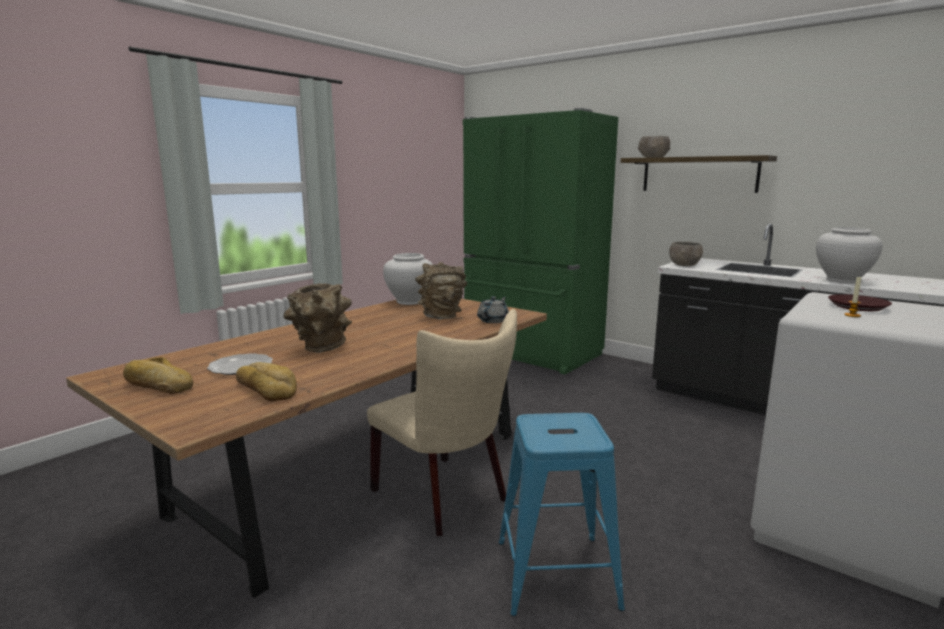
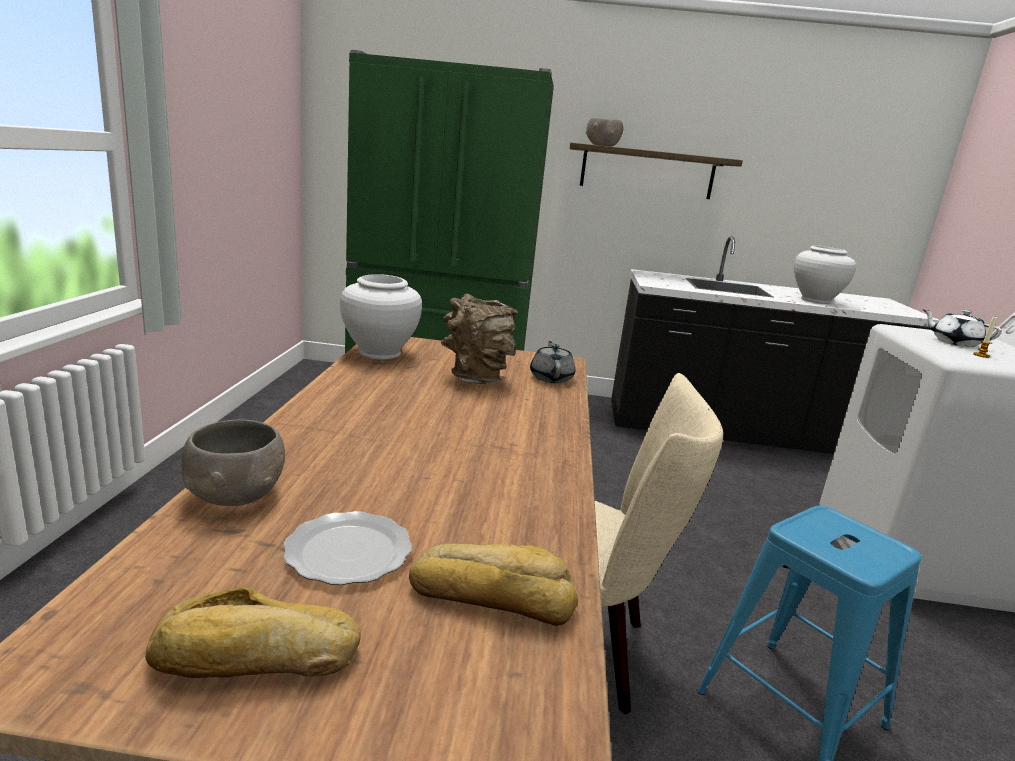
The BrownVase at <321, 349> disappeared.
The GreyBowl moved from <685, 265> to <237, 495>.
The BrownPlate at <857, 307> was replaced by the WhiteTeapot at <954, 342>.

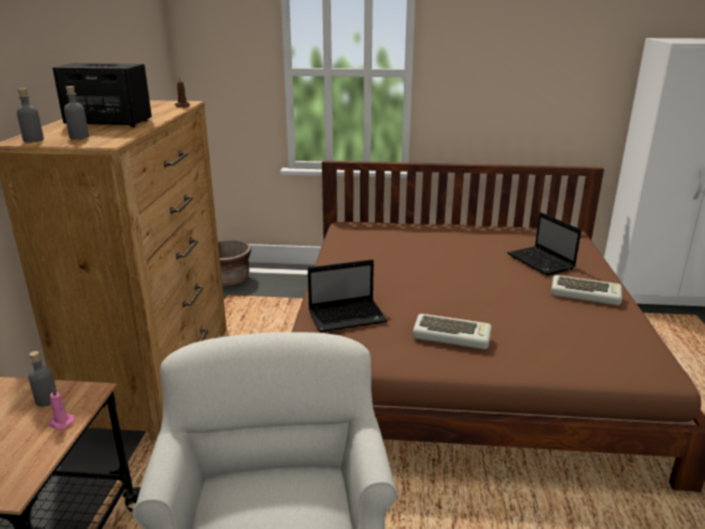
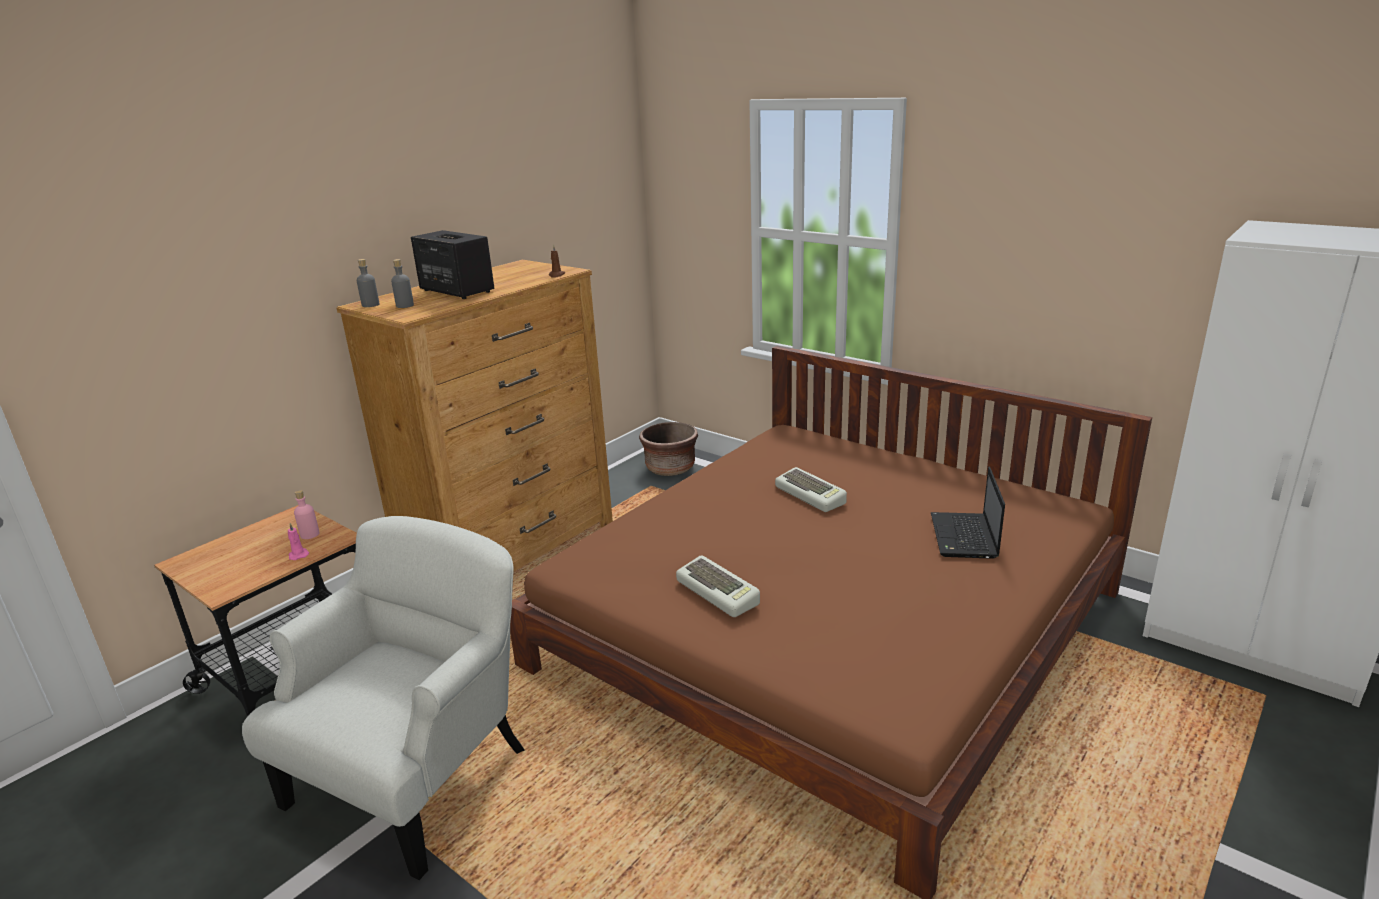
The Laptop at <348, 317> disappeared.
The Keyboard moved from <585, 295> to <812, 495>.
The GreyBottle at <46, 400> became the PinkBottle at <310, 534>.

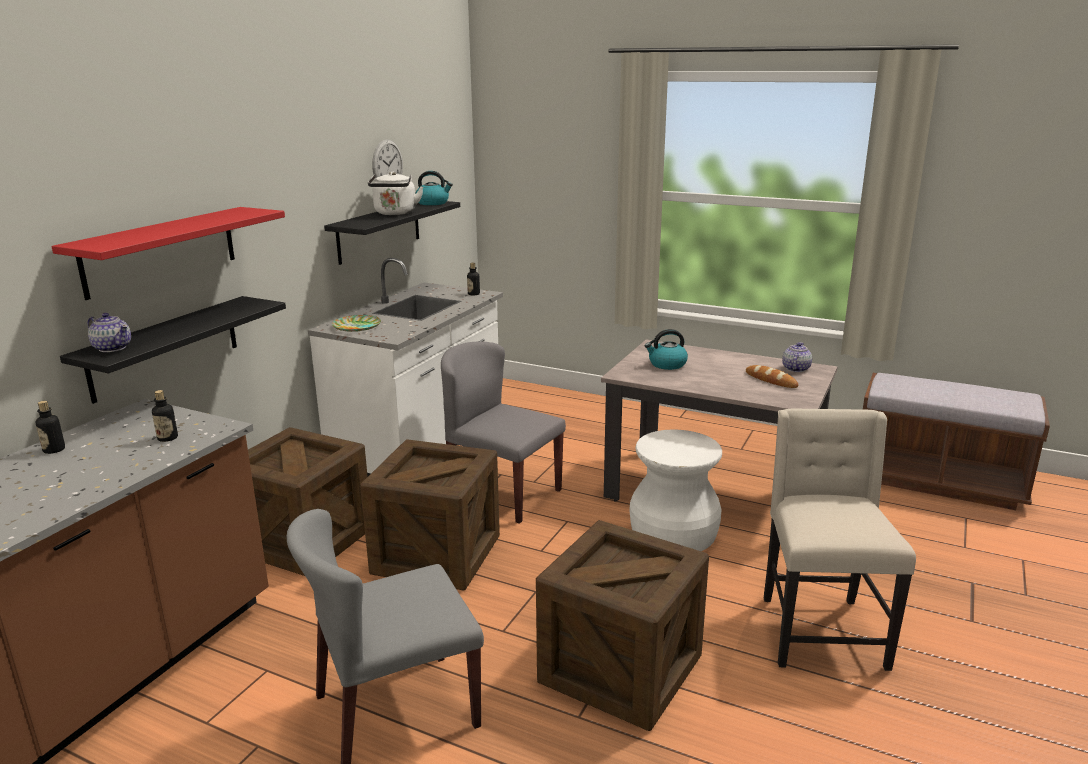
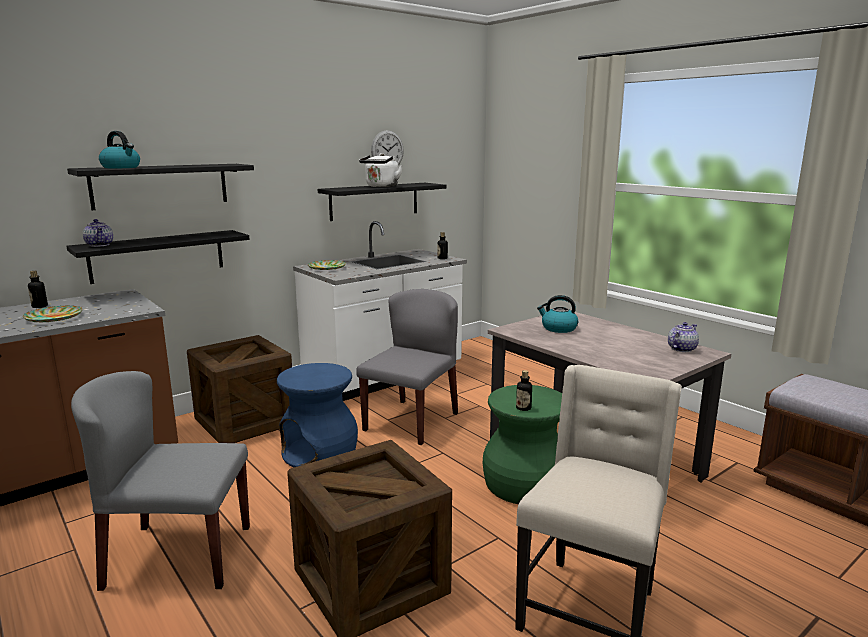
The Bread at <771, 380> disappeared.
The Plate at <54, 318> appeared.
The Bottle moved from <167, 438> to <523, 408>.
The Kettle moved from <433, 203> to <121, 167>.
The Crate at <436, 555> was replaced by the BlueStool at <320, 453>.
The RedShelf at <161, 251> became the BlackShelf at <160, 185>.
The WhiteStool at <672, 534> became the GreenStool at <523, 484>.
The GreyChair at <501, 494> turned 60 degrees clockwise.

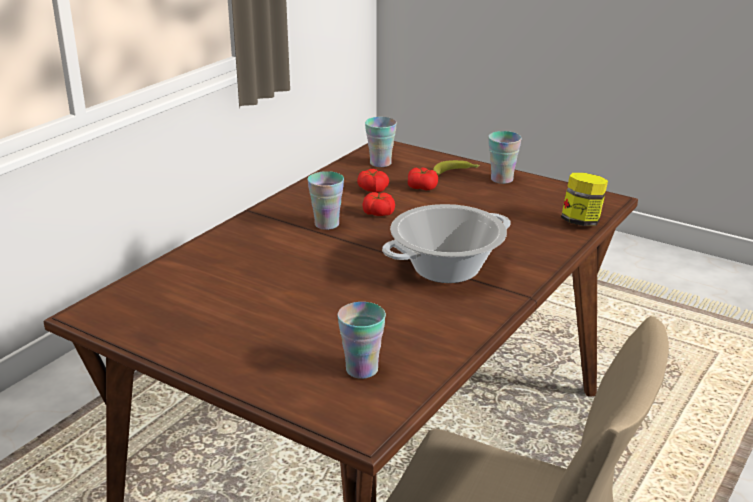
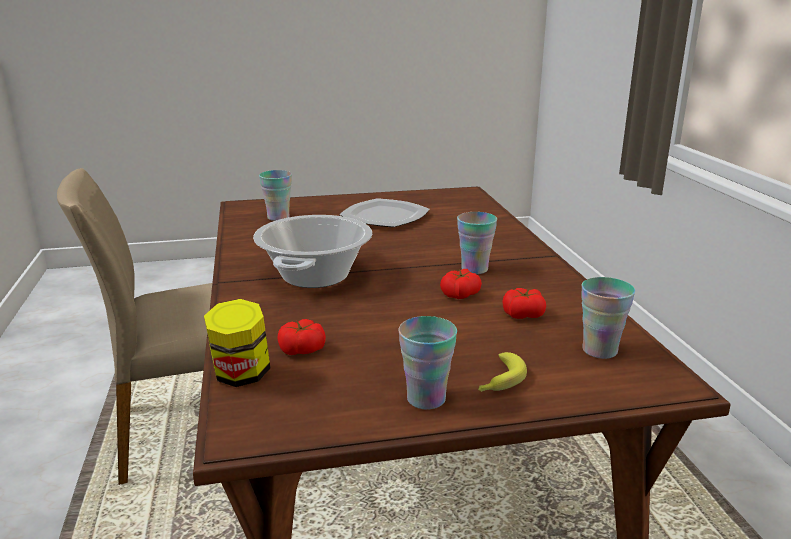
The Plate at <386, 216> appeared.
The Tomato moved from <422, 187> to <302, 349>.

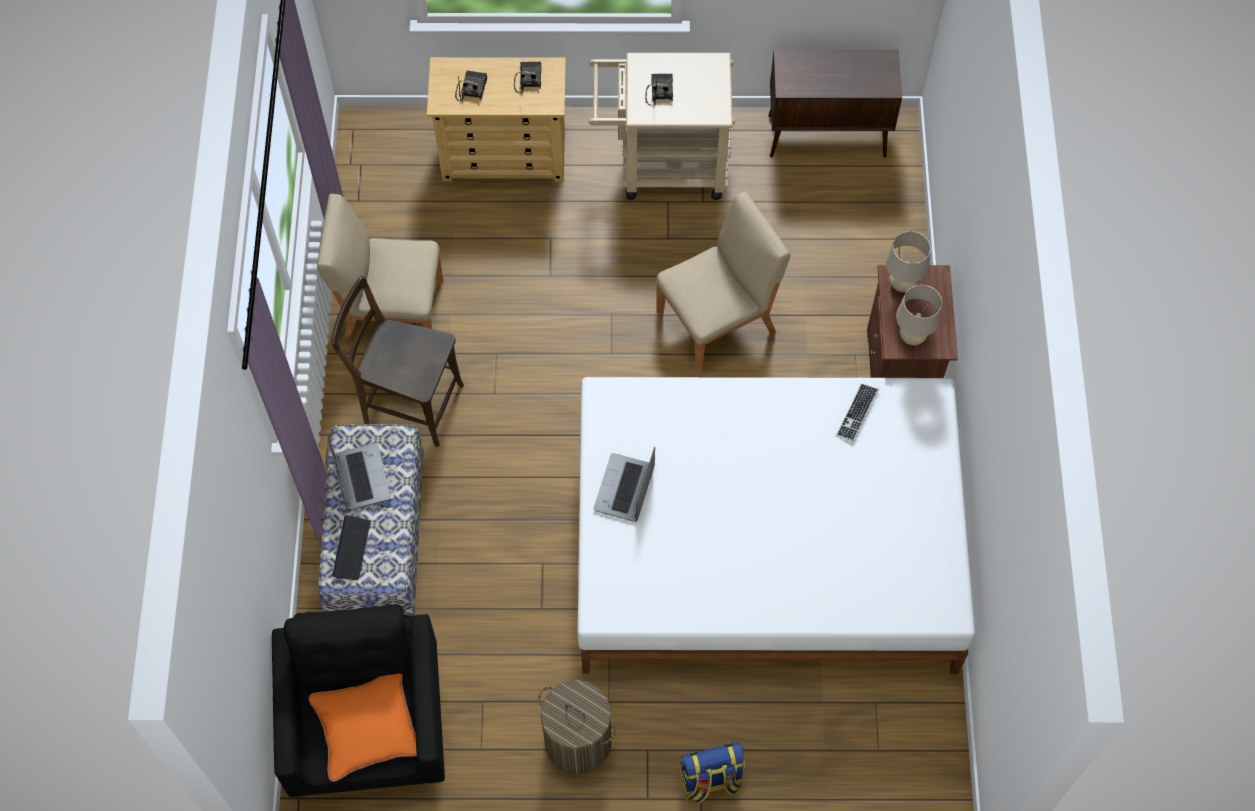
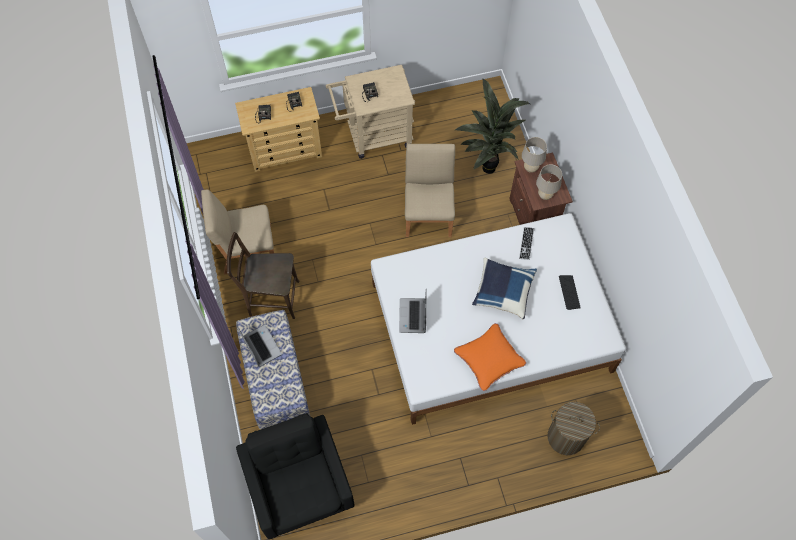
The Backpack at <709, 781> disappeared.
The BrownCabinet at <828, 136> disappeared.
The PottedPlant at <487, 165> appeared.
The BluePillow at <502, 292> appeared.
The OrangePillow moved from <367, 727> to <489, 359>.
The Keyboard moved from <351, 548> to <569, 292>.
The LaundryBasket moved from <578, 742> to <566, 437>.
The BeigeChair at <718, 322> turned 45 degrees counterclockwise.

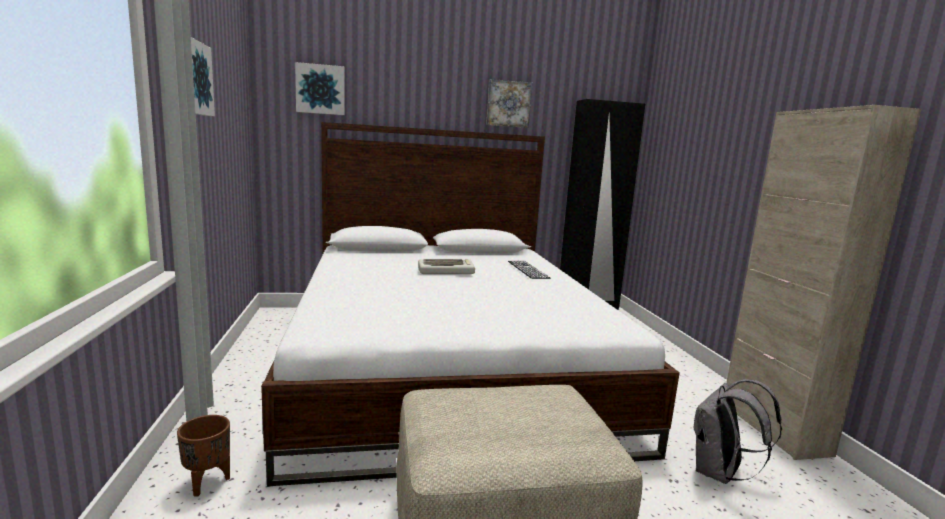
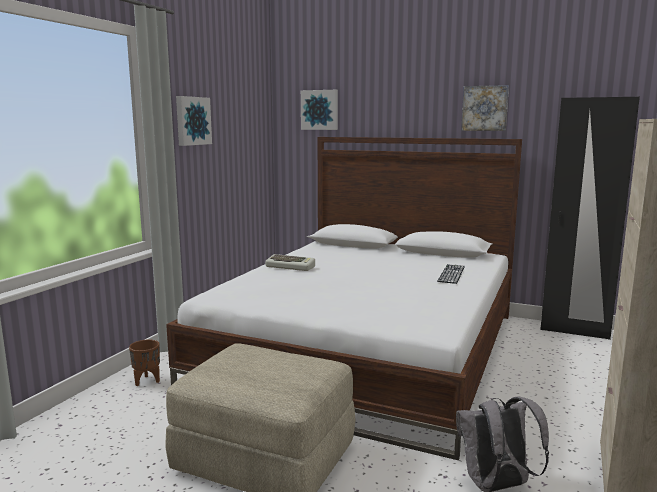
The Keyboard moved from <446, 271> to <291, 266>.

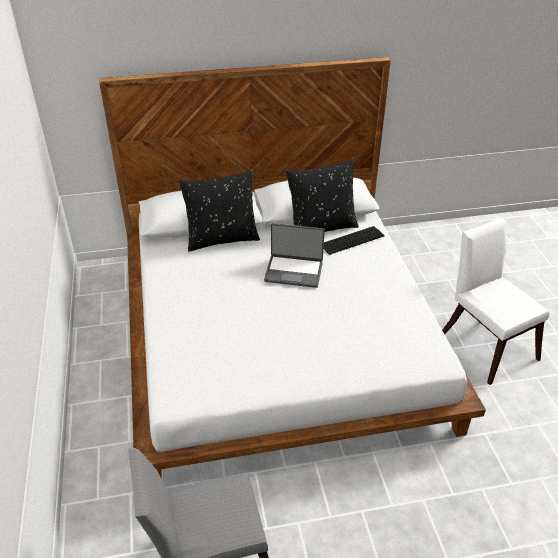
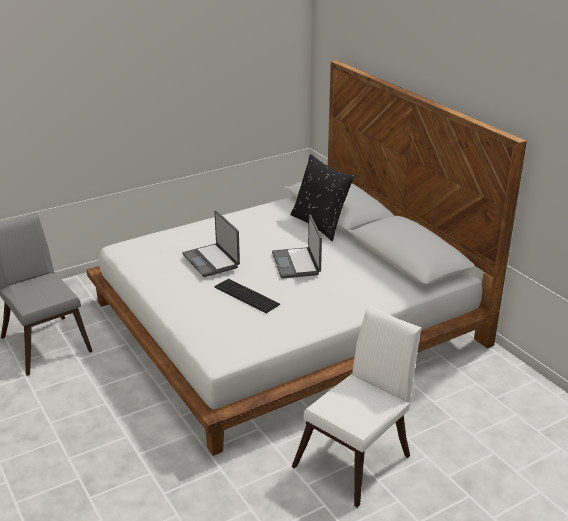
The BlackPillow at <321, 227> disappeared.
The Laptop at <212, 261> appeared.
The Keyboard moved from <352, 240> to <246, 295>.

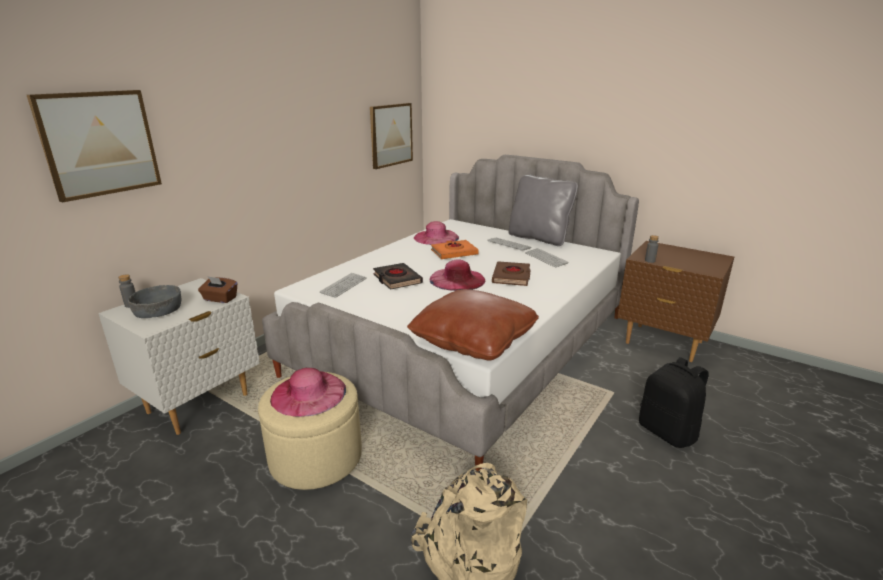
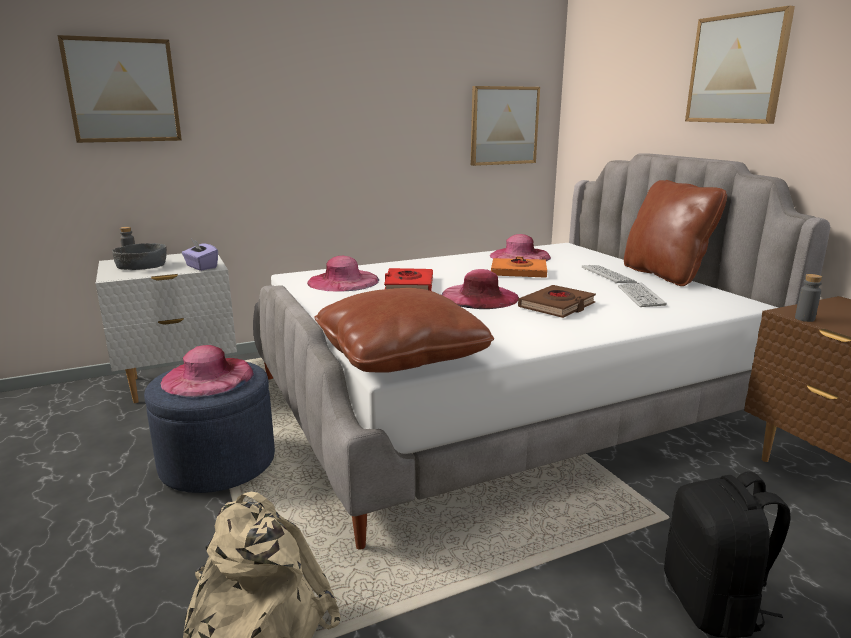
The Picture at <737, 69> appeared.
The Keyboard at <344, 286> was replaced by the PinkHat at <343, 281>.
The BrownTissueBox at <220, 299> became the PurpleTissueBox at <201, 267>.
The BeigeOttoman at <316, 457> became the BlueOttoman at <218, 463>.
The BlackBook at <397, 279> became the RedBook at <408, 285>.
The GreyPillow at <539, 238> became the BrownPillow at <665, 275>.

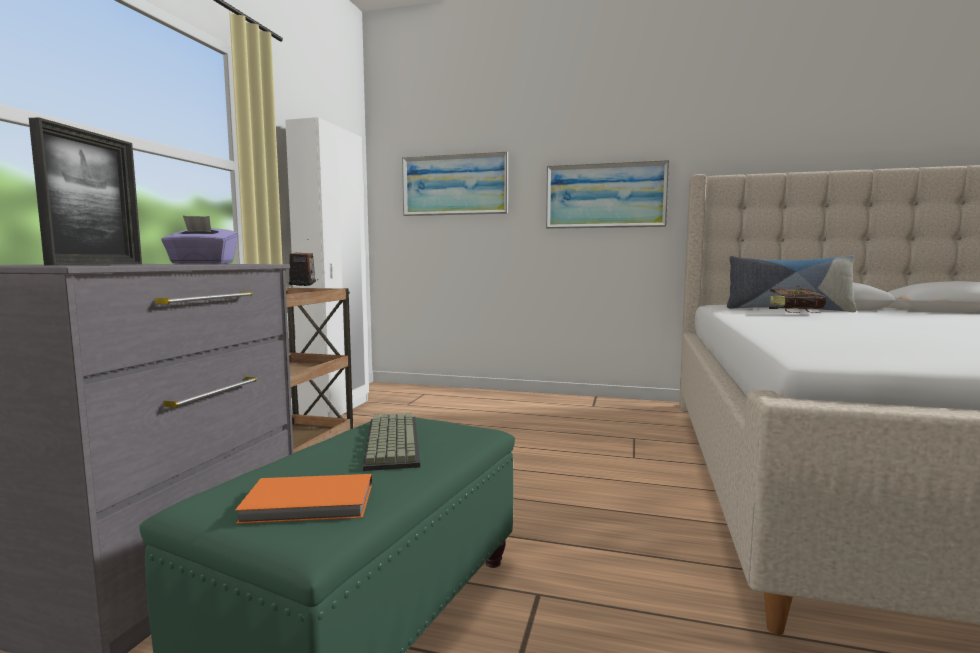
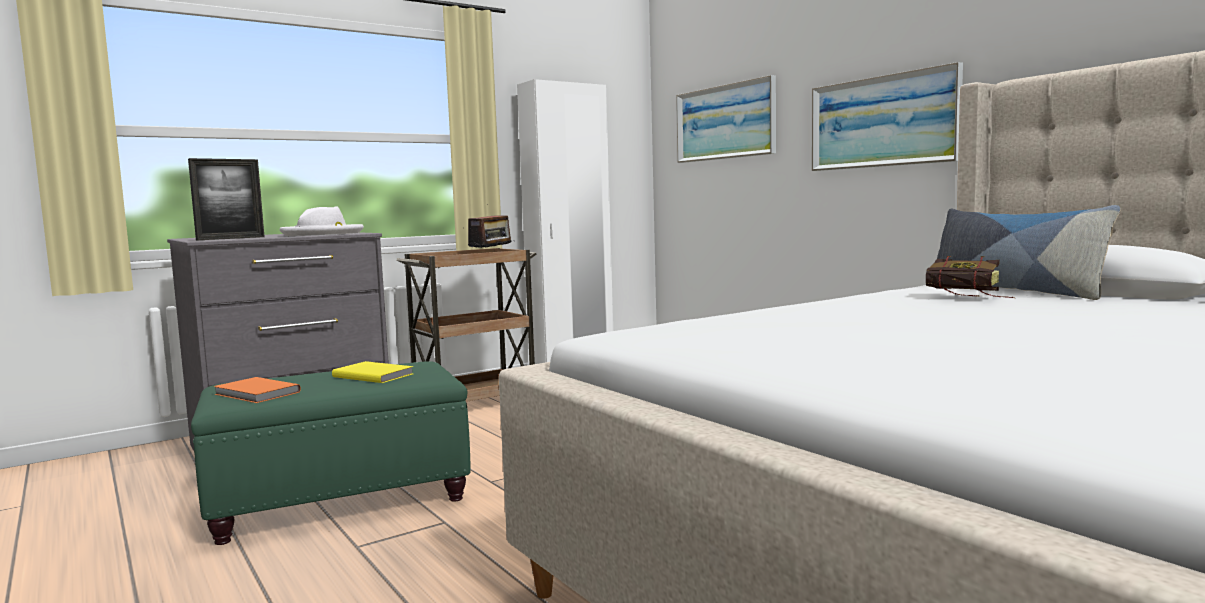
The PurpleTissueBox at <202, 263> was replaced by the WhiteHat at <322, 234>.
The Keyboard at <390, 441> was replaced by the YellowBook at <373, 375>.

